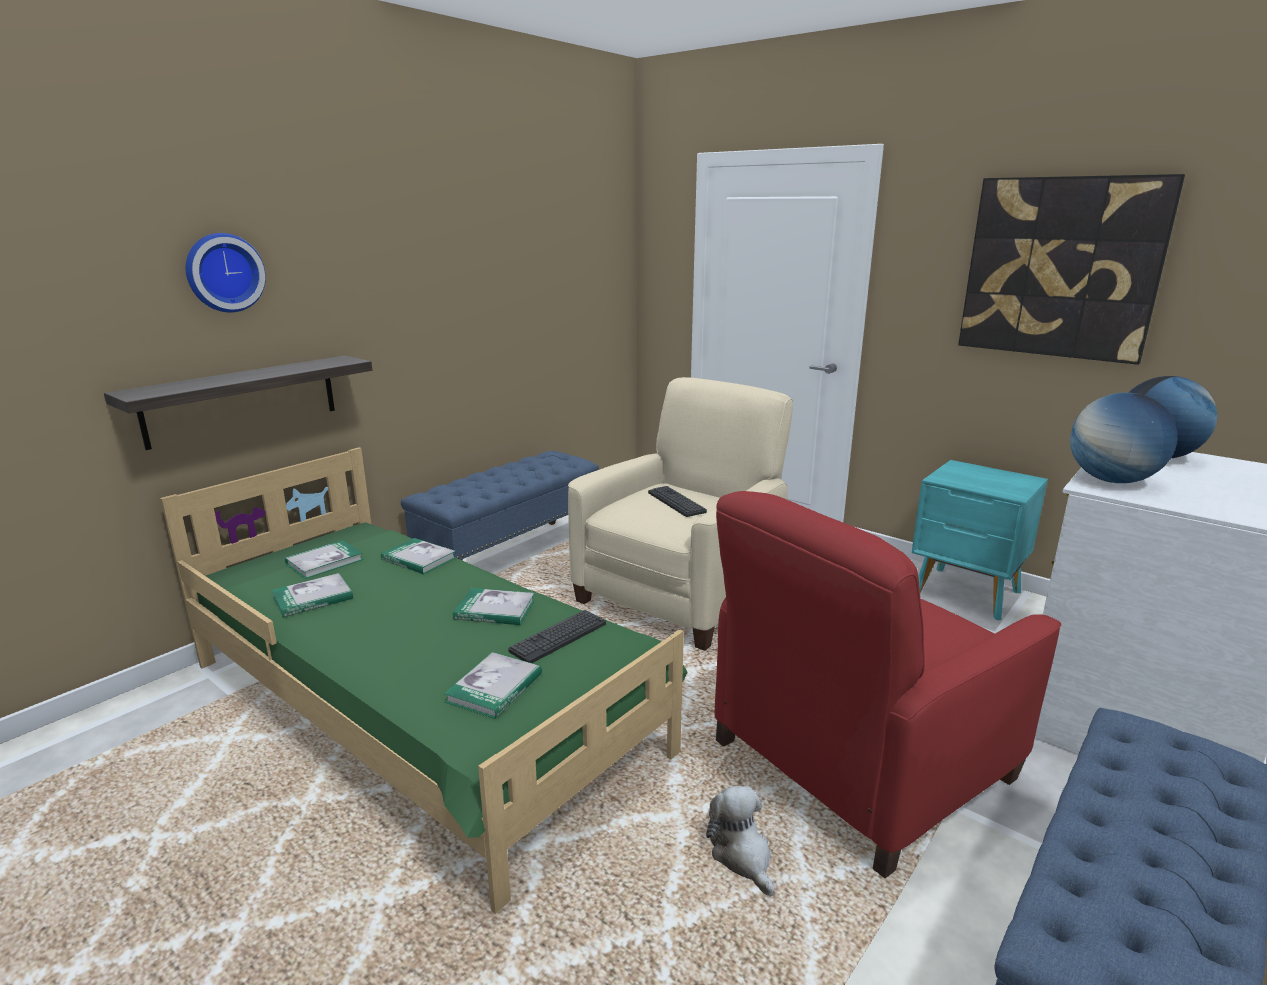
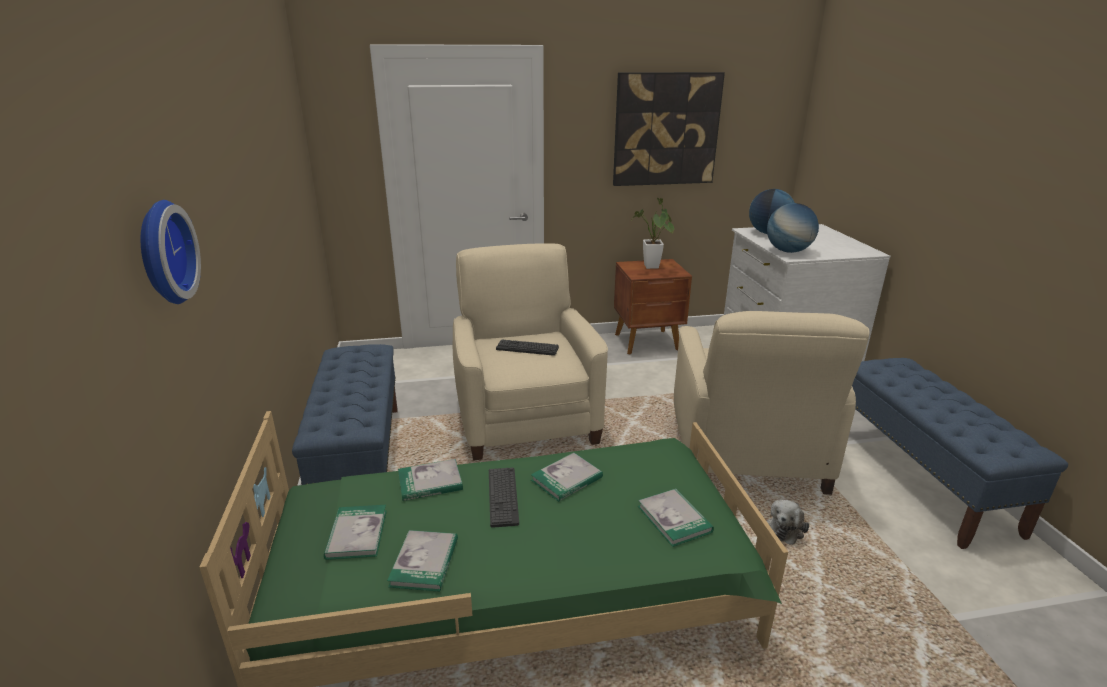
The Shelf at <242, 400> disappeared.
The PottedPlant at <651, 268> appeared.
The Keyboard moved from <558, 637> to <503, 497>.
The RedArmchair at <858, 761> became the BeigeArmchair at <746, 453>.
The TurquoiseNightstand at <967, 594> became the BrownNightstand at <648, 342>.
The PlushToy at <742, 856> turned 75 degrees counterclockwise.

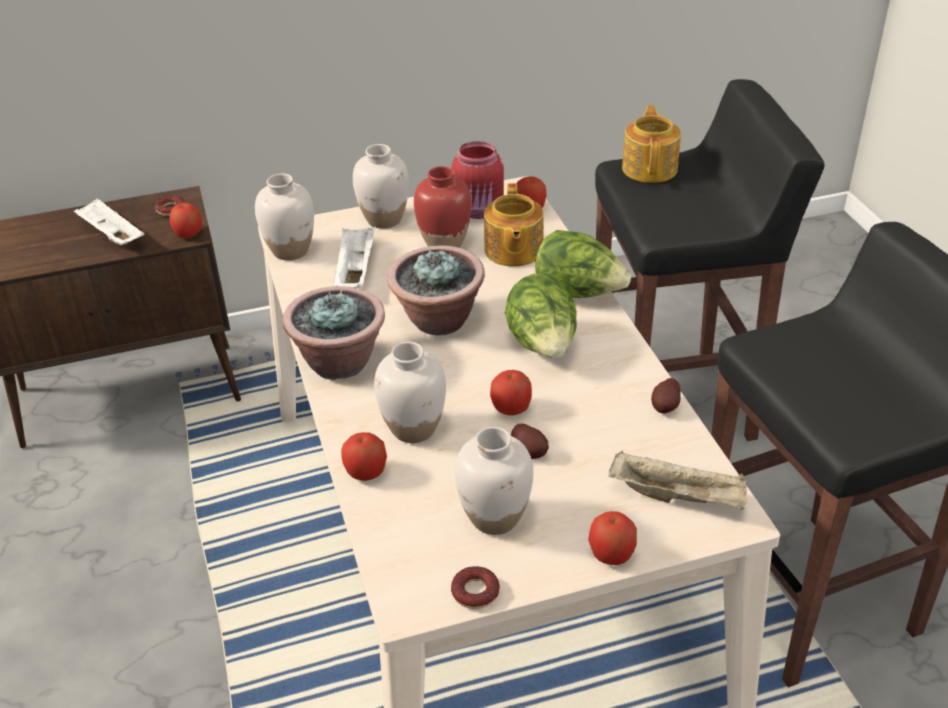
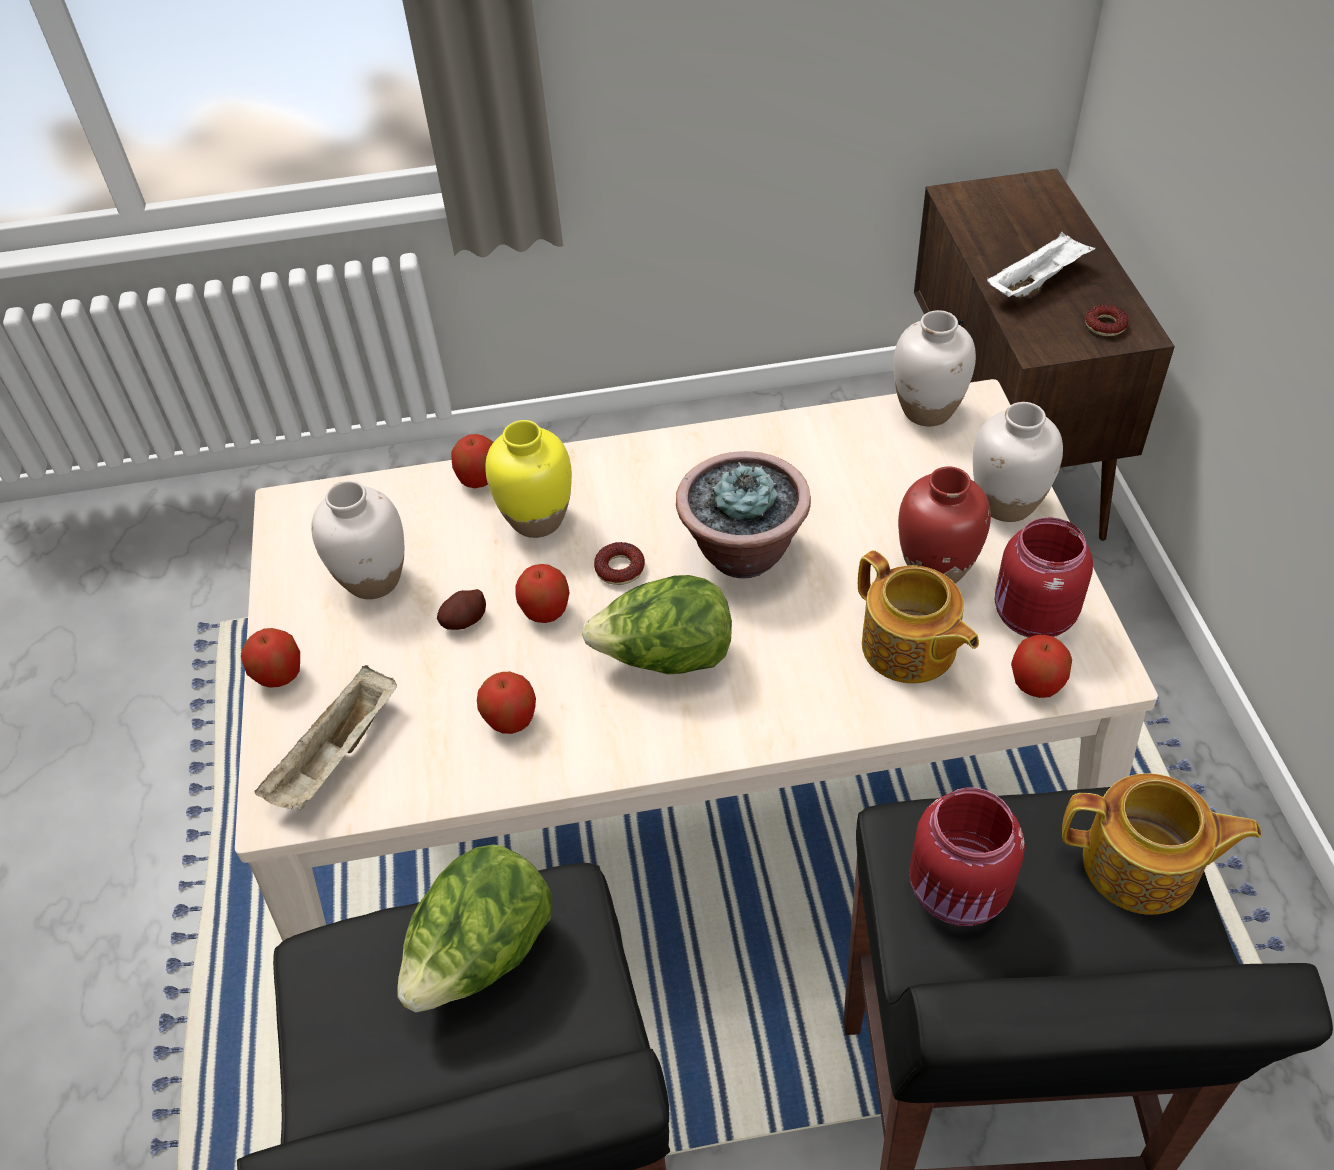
The PottedPlant at <339, 362> disappeared.
The WhiteTray at <355, 271> disappeared.
The Potato at <665, 406> disappeared.
The RedJar at <959, 893> appeared.
The Apple moved from <188, 234> to <511, 719>.
The Donut moved from <475, 592> to <620, 568>.
The Lettuce moved from <579, 293> to <483, 954>.
The WhiteVase at <413, 429> became the YellowVase at <536, 519>.
The Teapot at <513, 251> turned 135 degrees counterclockwise.

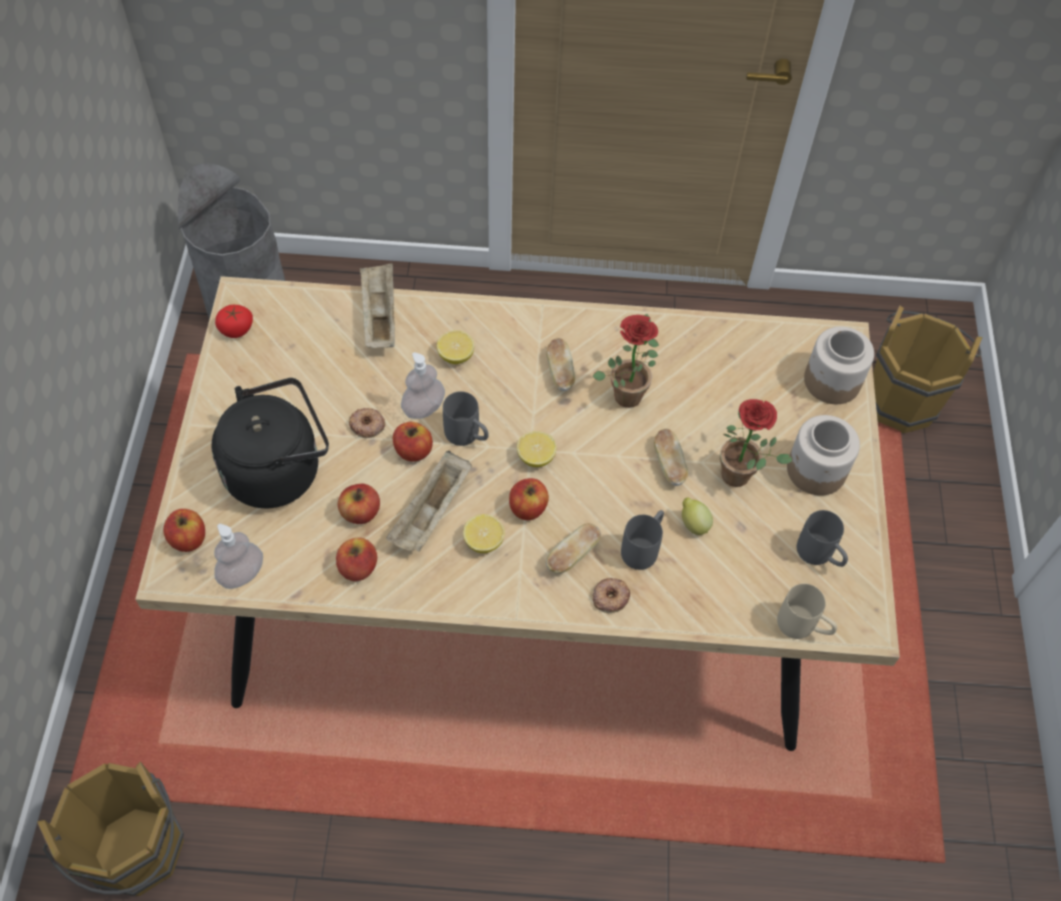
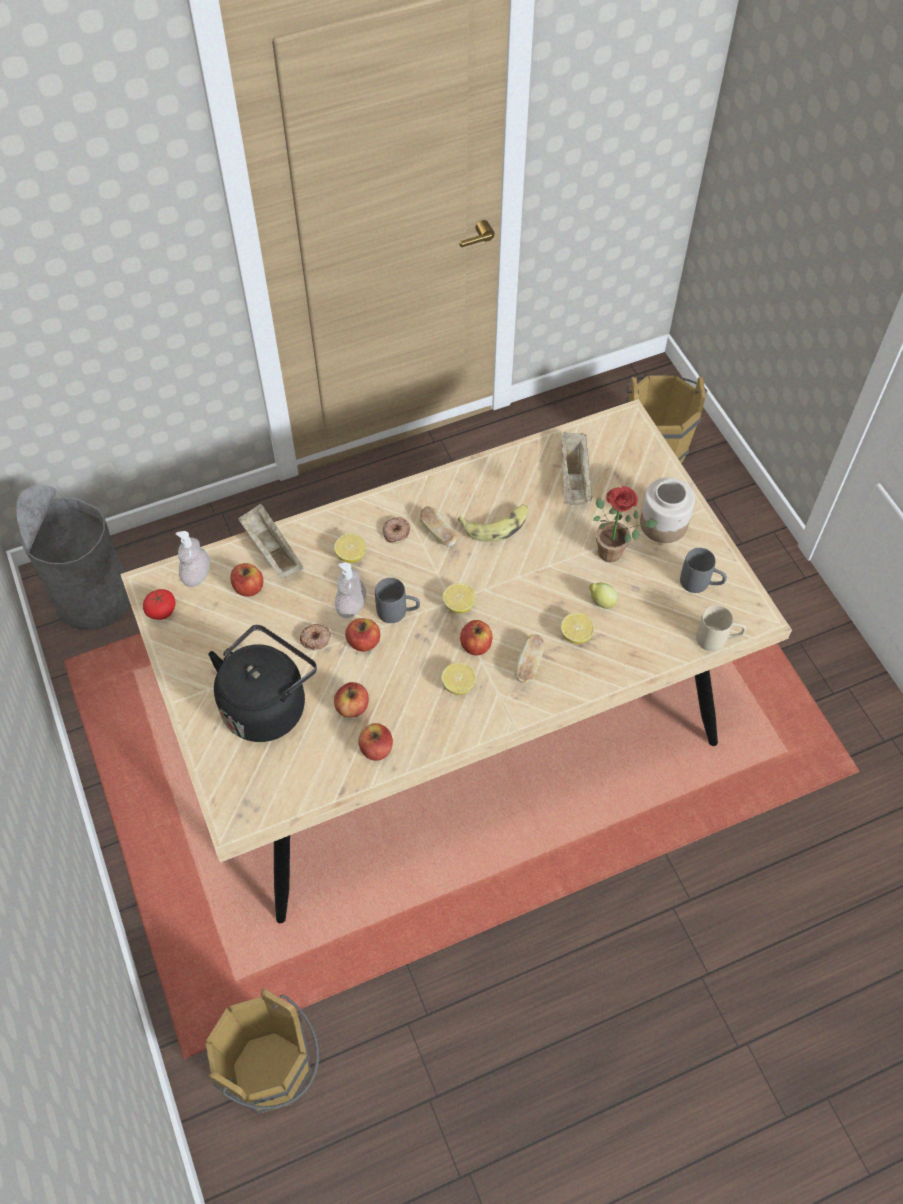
The Bread at <669, 464> disappeared.
The Jar at <831, 380> disappeared.
The Apple moved from <188, 539> to <248, 587>.
The SoapDispenser moved from <242, 574> to <196, 575>.
The BeigeTray moved from <431, 513> to <575, 479>.
The Donut moved from <610, 597> to <396, 532>.
The PottedPlant at <627, 391> was replaced by the Banana at <496, 525>.
The GreyMug at <644, 547> was replaced by the Lemon at <576, 635>.

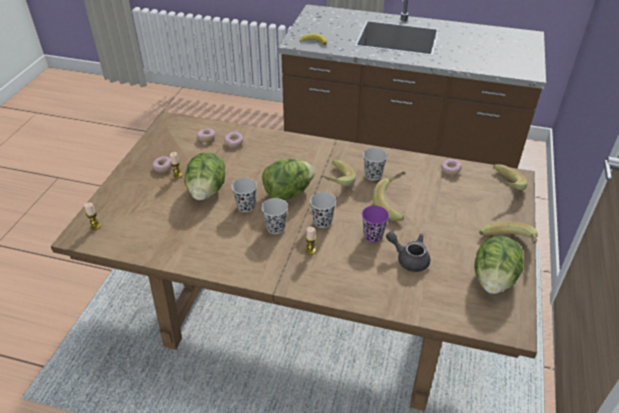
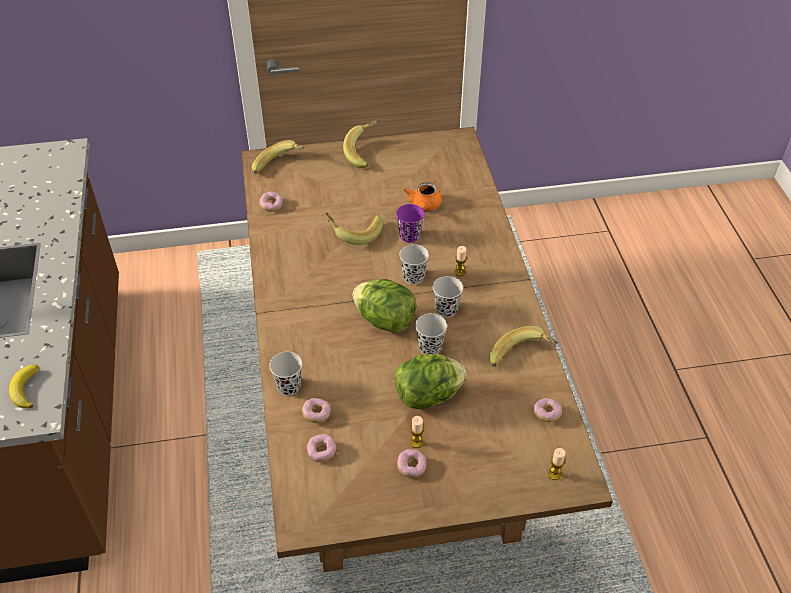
The Lettuce at <493, 280> disappeared.
The Donut at <546, 414> appeared.
The Banana moved from <334, 181> to <522, 358>.
The BlackCup moved from <373, 175> to <289, 386>.
The GreyTeapot at <409, 258> became the OrangeTeapot at <424, 206>.

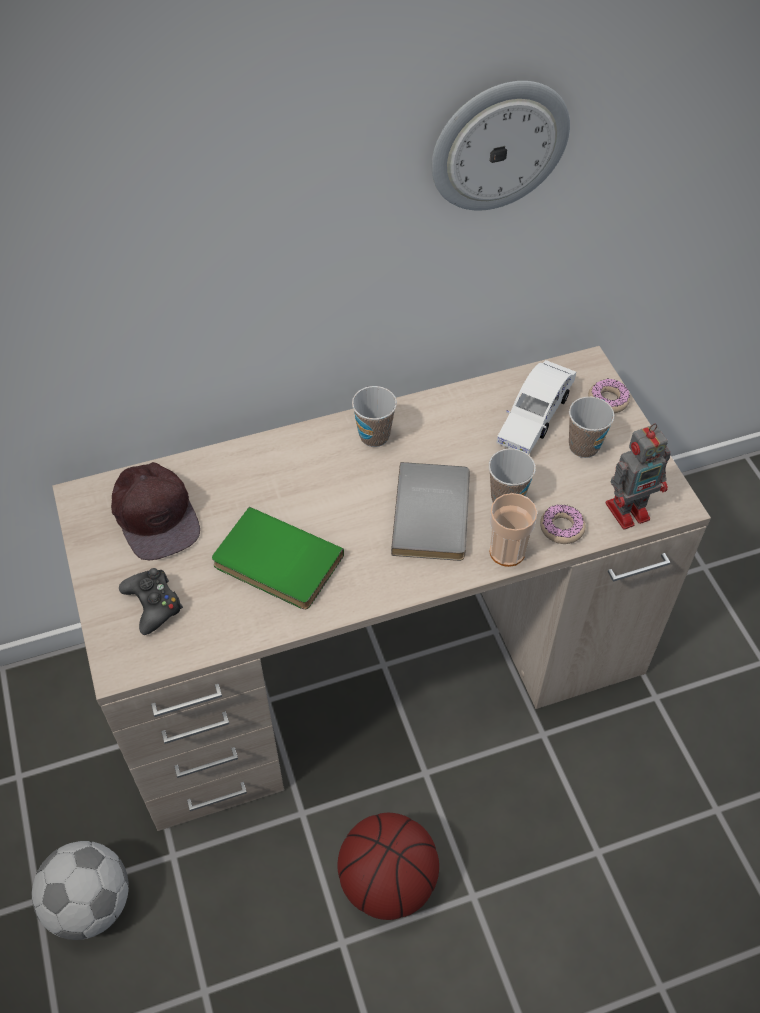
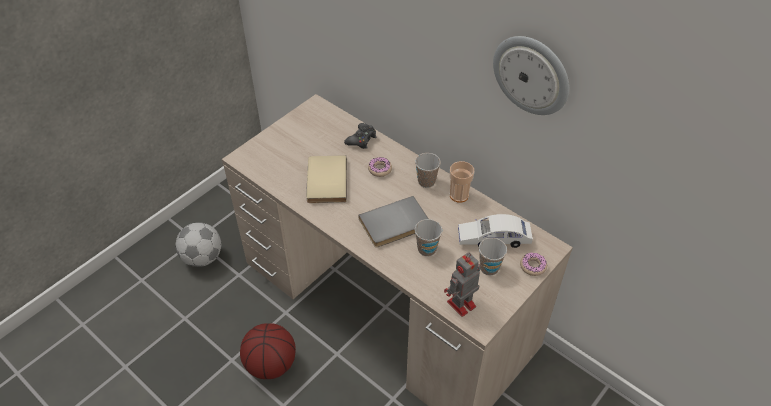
The BrownCap at <156, 513> disappeared.
The BlackGameController moved from <153, 604> to <361, 139>.
The Cup moved from <507, 551> to <459, 195>.
The Donut moved from <562, 528> to <380, 169>.
The GreenBook at <275, 564> became the BeigeBook at <325, 181>.
The ToyRobot at <629, 510> turned 105 degrees clockwise.

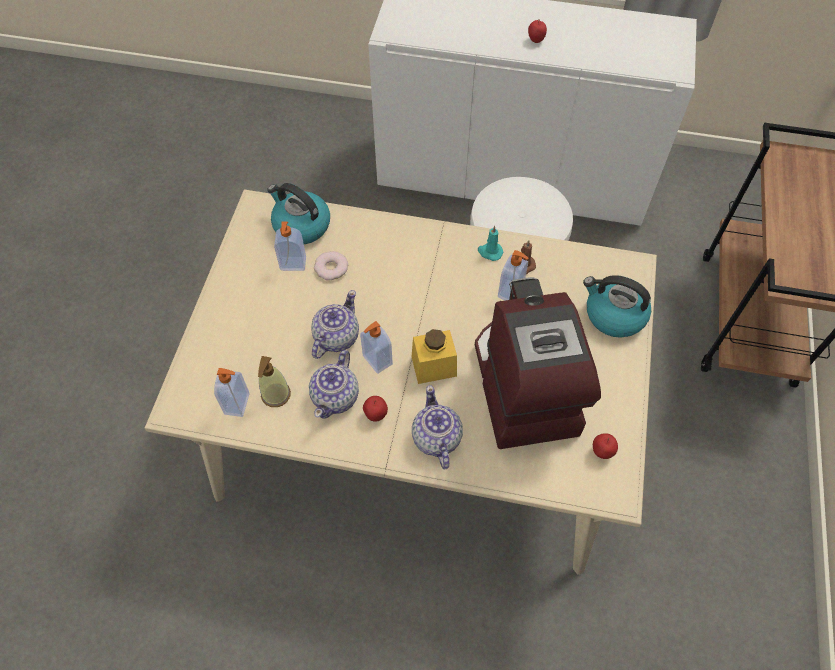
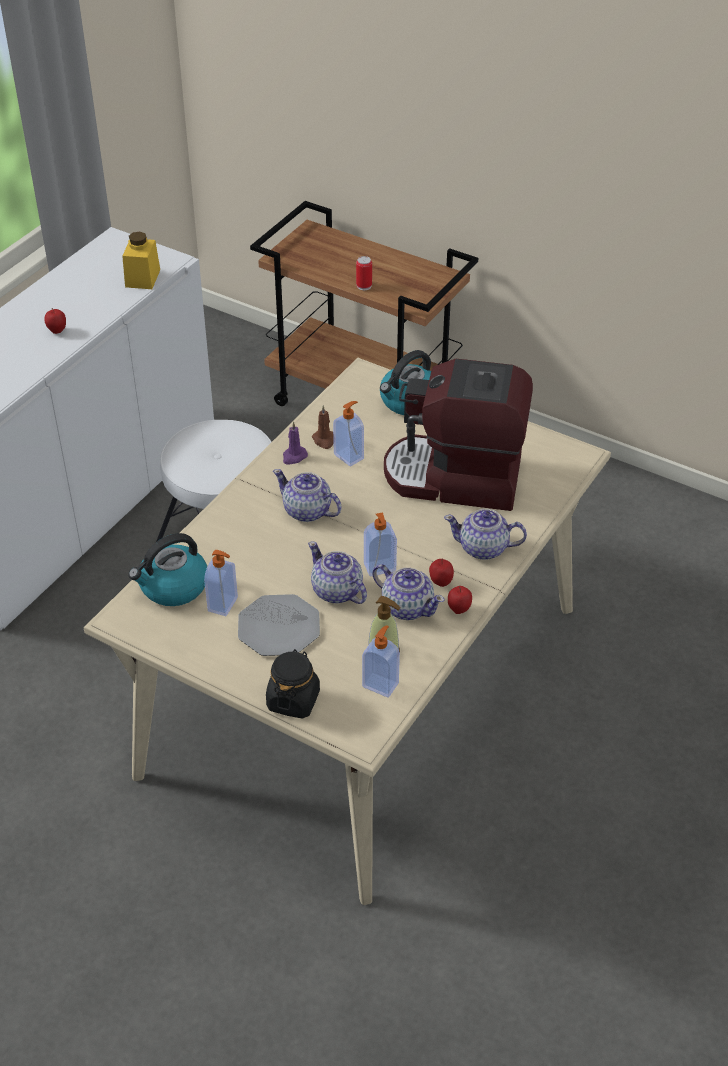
The Donut at <331, 268> disappeared.
The Plate at <279, 627> appeared.
The BlackJar at <293, 700> appeared.
The Teapot at <307, 511> appeared.
The Can at <364, 286> appeared.
The YellowJar moved from <434, 366> to <142, 278>.
The Apple moved from <601, 452> to <459, 610>.
The TurquoiseCandle at <489, 252> became the PurpleCandle at <294, 457>.

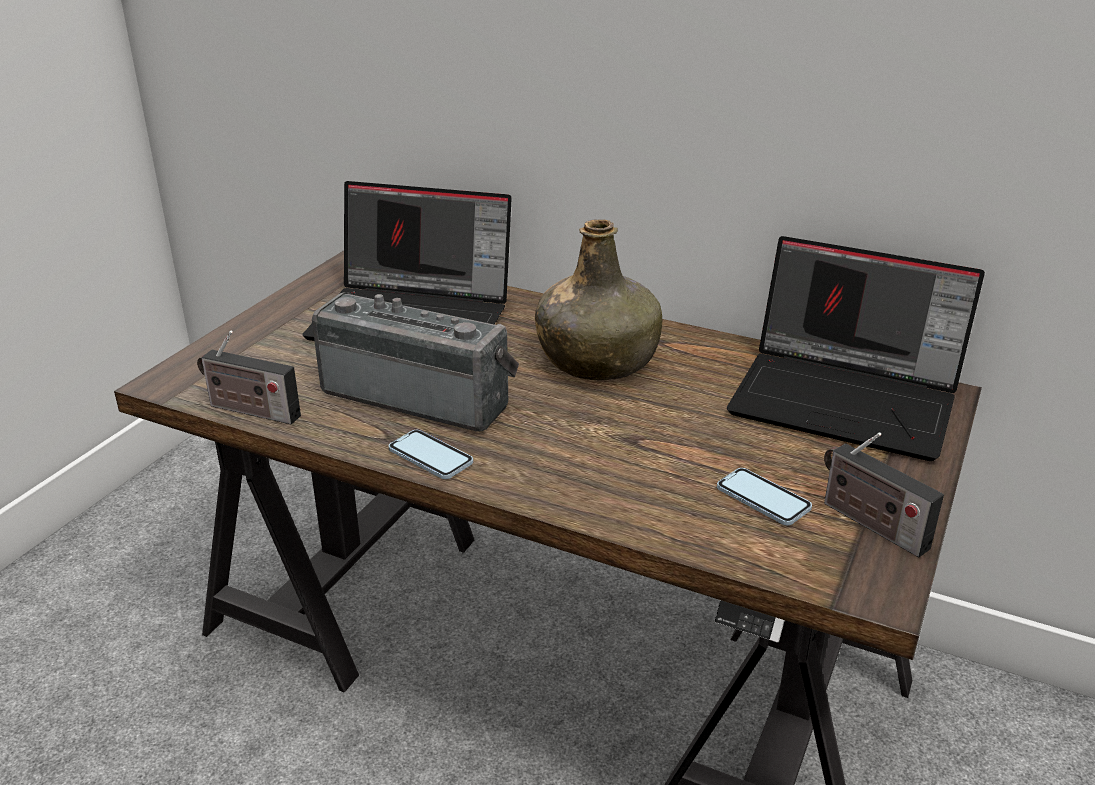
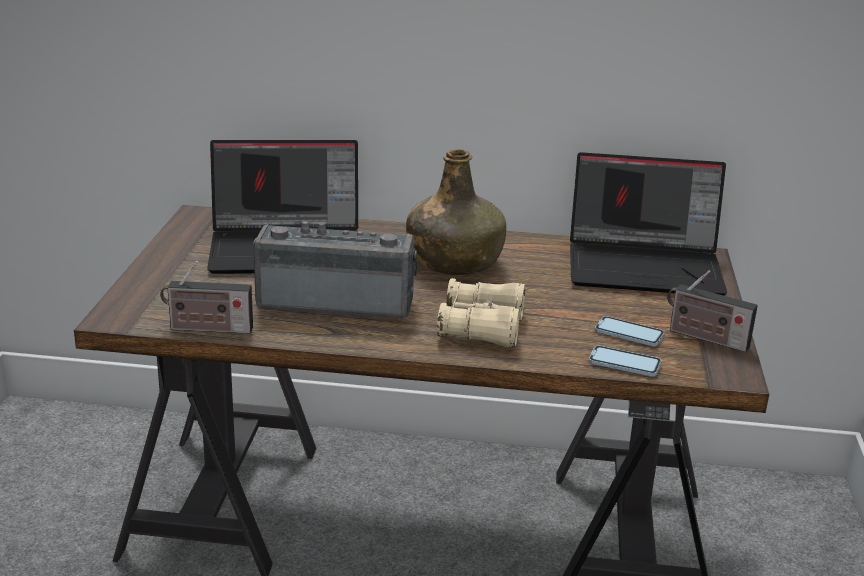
The BeigeBinoculars at <482, 328> appeared.
The Phone moved from <430, 457> to <624, 363>.

